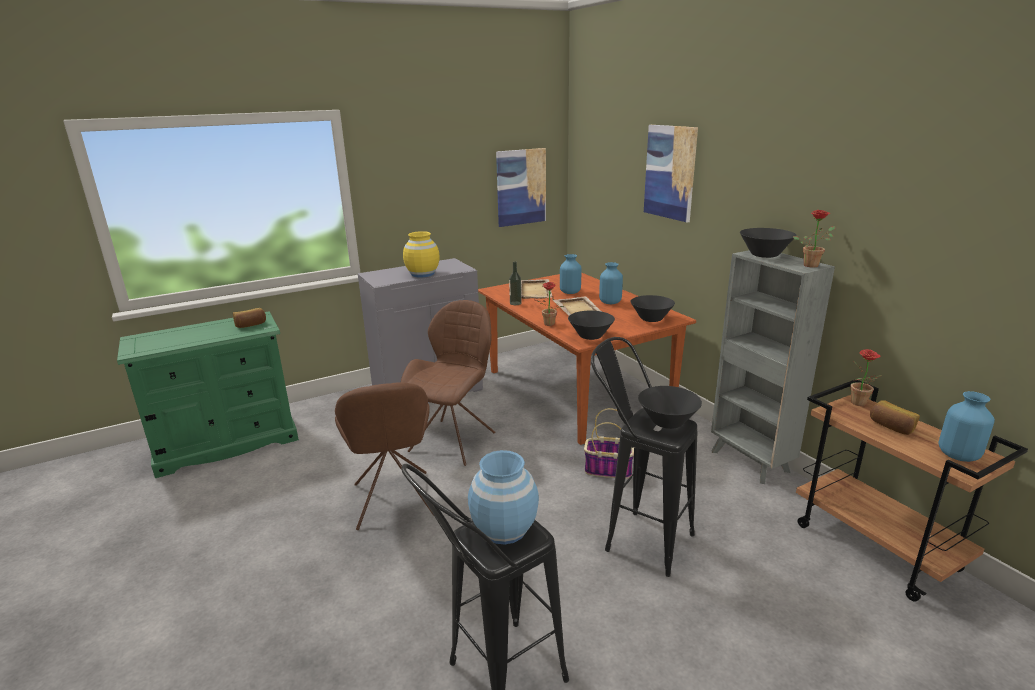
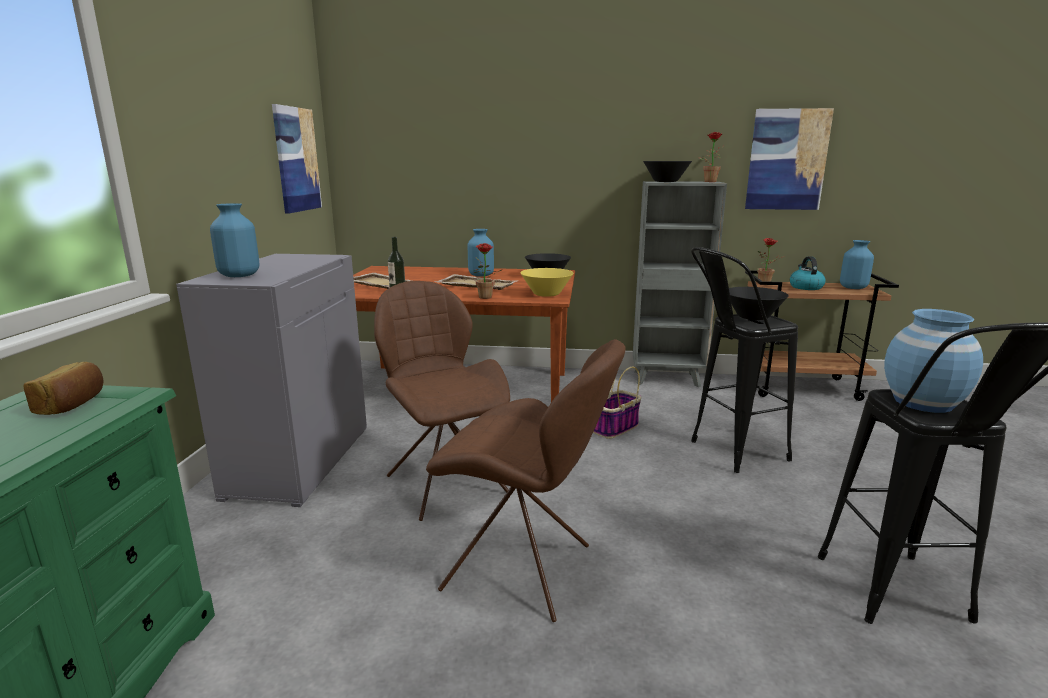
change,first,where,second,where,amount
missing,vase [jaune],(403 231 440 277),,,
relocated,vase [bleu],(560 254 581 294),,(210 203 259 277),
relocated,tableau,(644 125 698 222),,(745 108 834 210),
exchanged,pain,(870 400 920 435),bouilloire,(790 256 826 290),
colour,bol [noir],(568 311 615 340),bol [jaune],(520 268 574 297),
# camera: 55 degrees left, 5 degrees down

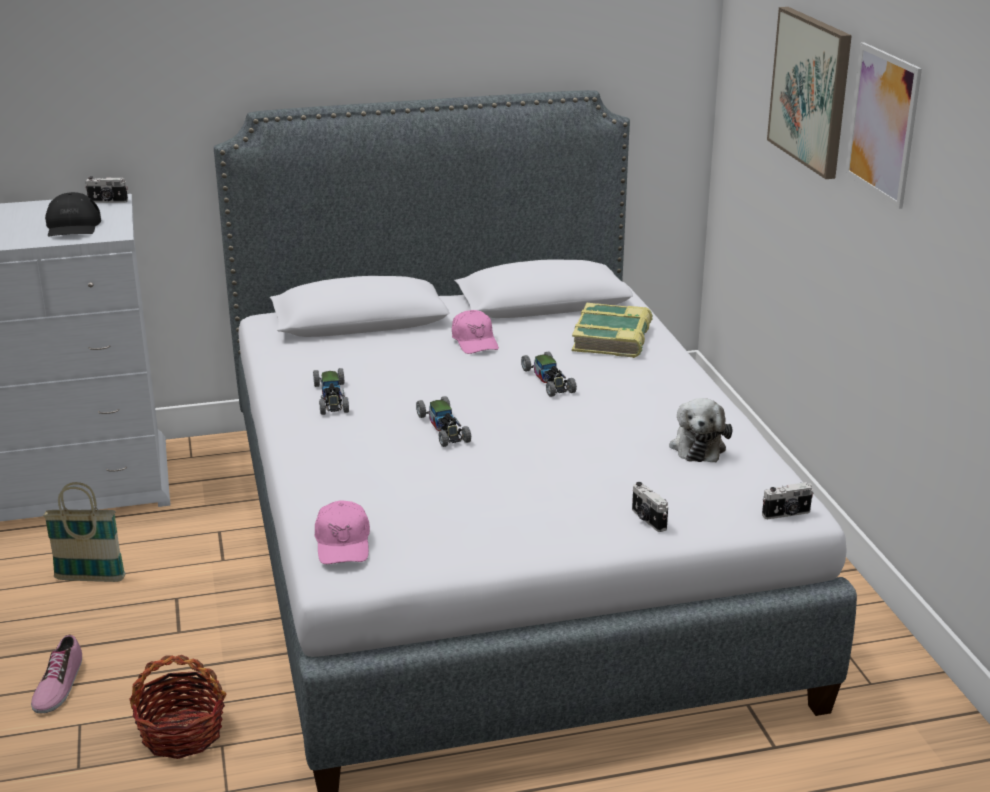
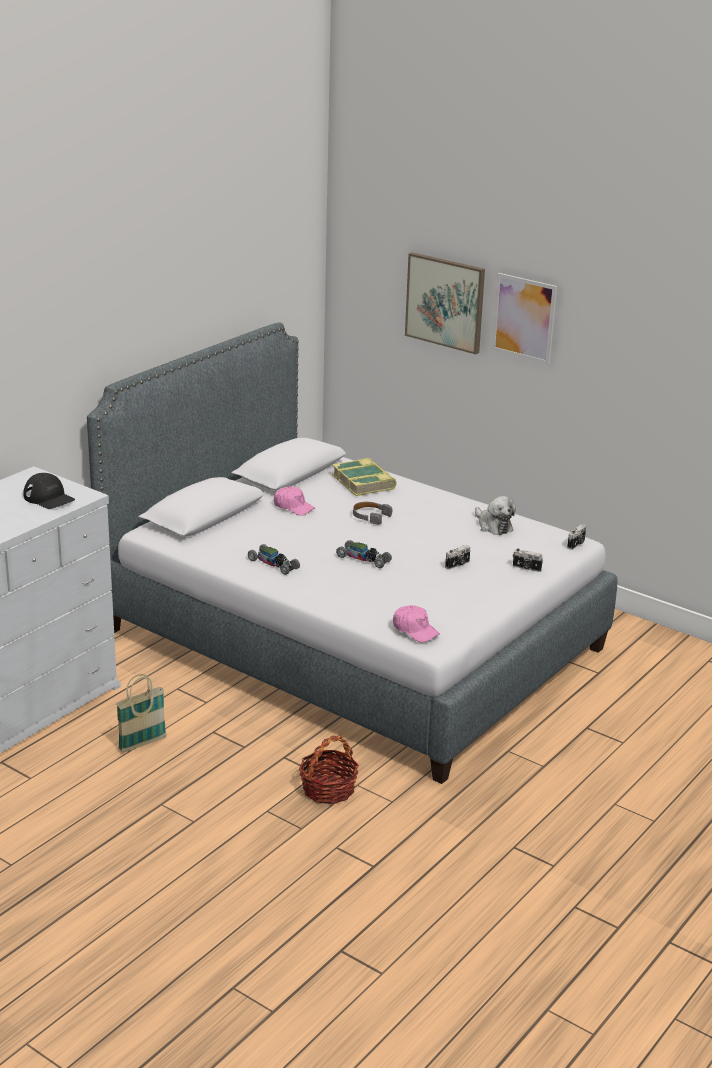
change,first,where,second,where,amount
missing,chaussure,(31 635 82 713),,,
relocated,appareil photo,(85 176 128 203),,(445 545 470 569),
exchanged,petite voiture,(521 352 577 397),casque audio [gris],(353 502 392 525),
# camera: 40 degrees left, 0 degrees up

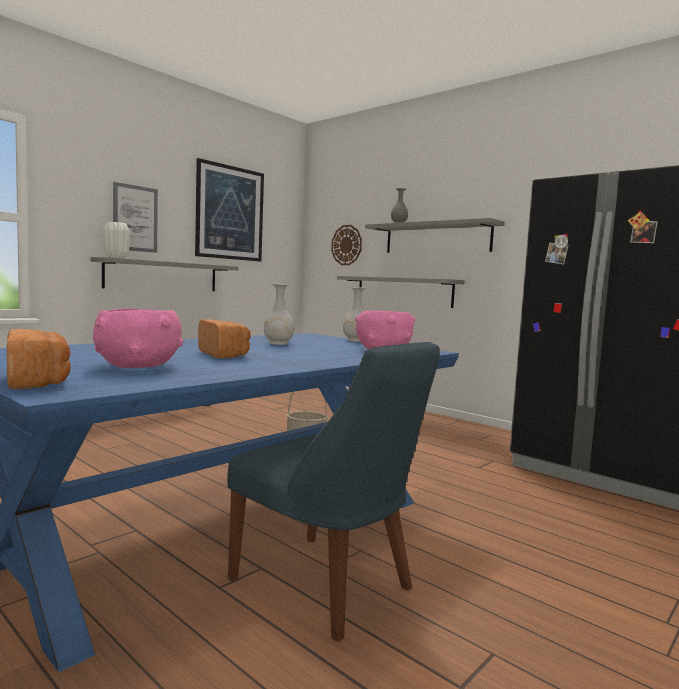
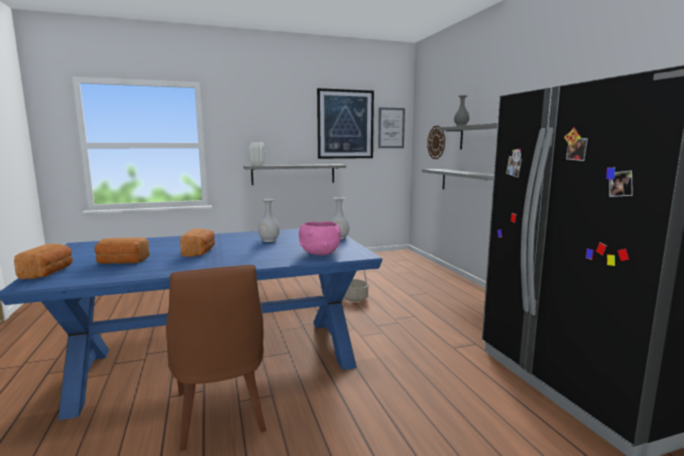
change,first,where,second,where,amount
relocated,tableau,(113 182 158 253),,(378 107 405 148),
exchanged,bol [rose],(93 308 183 368),pain,(94 237 150 264),
colour,chaise [bleu],(227 342 440 642),chaise [marron],(166 265 266 451),
# camera: 30 degrees right, 5 degrees up

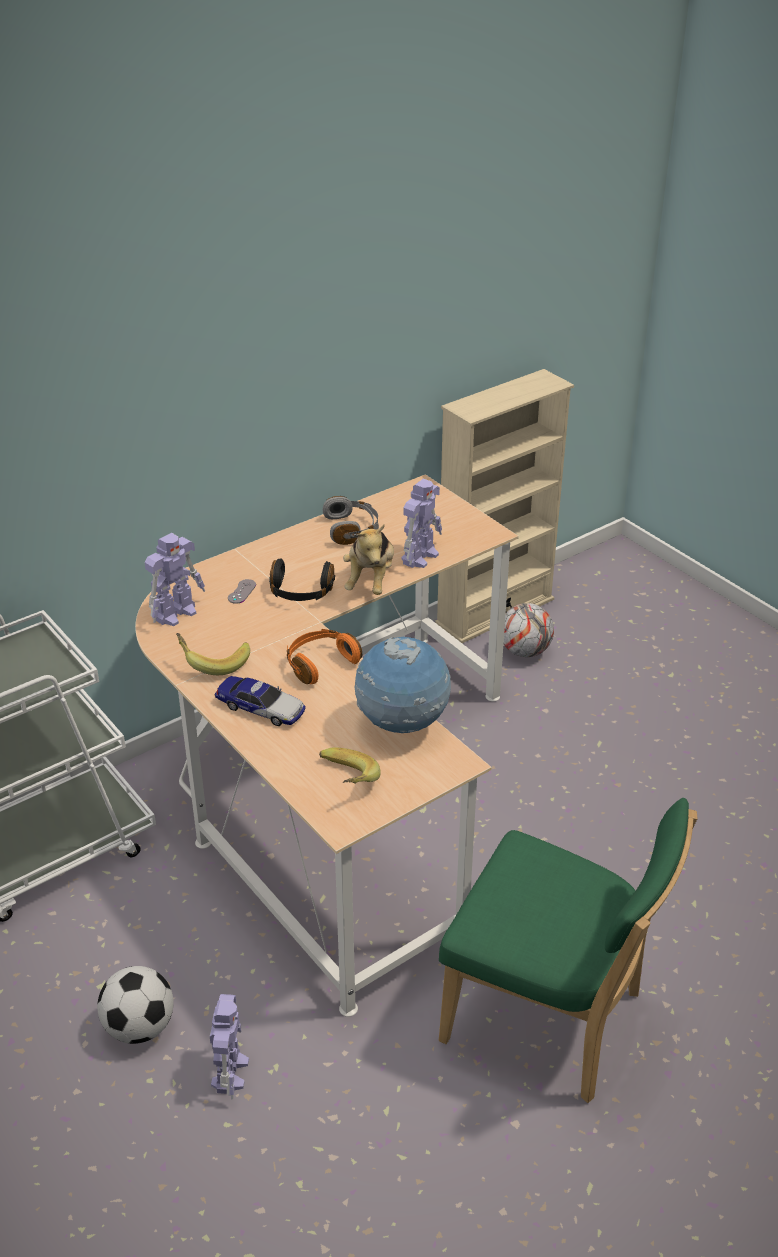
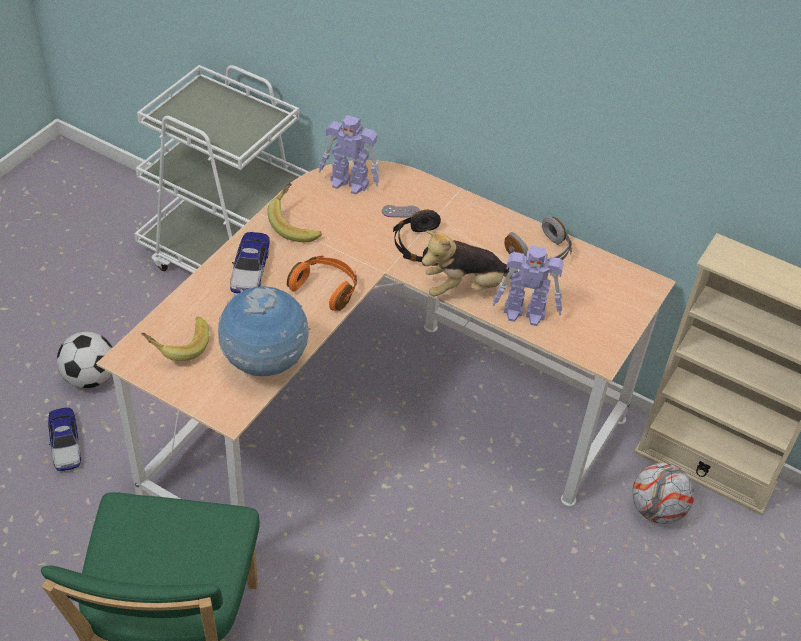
change,first,where,second,where,amount
exchanged,robot jouet,(210 994 249 1099),petite voiture,(48 408 81 471),
# camera: 65 degrees right, 10 degrees up

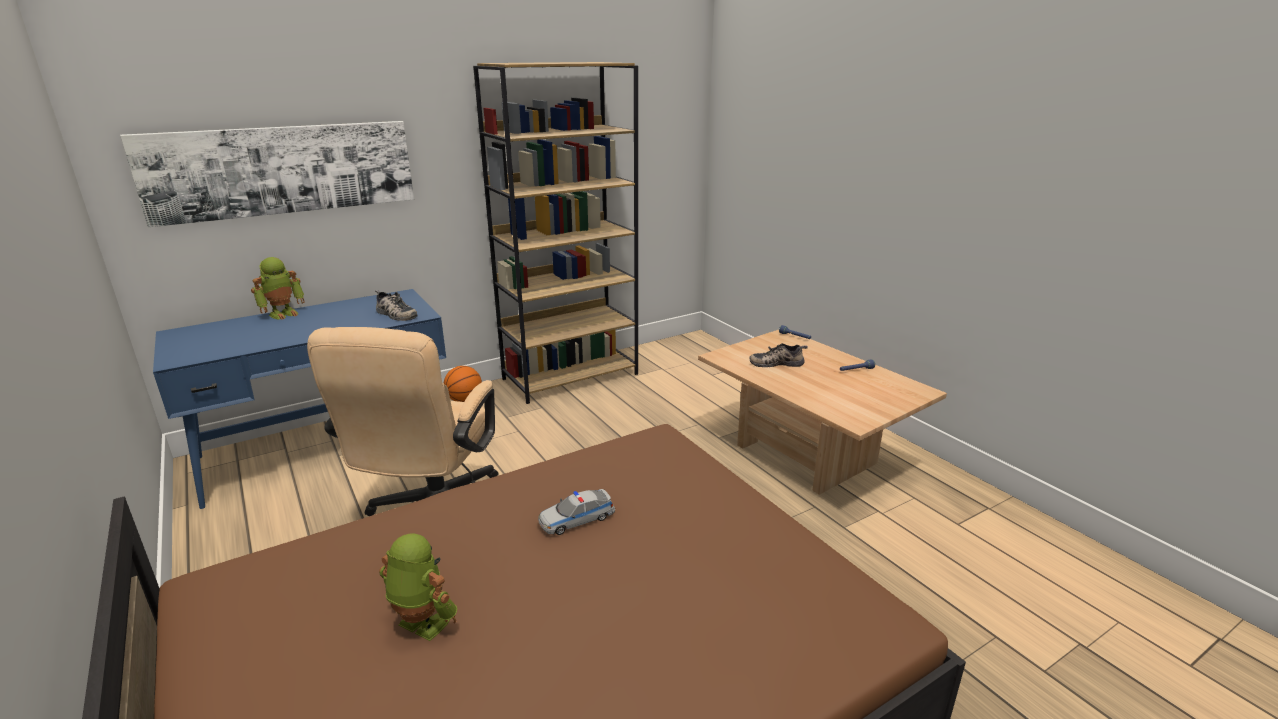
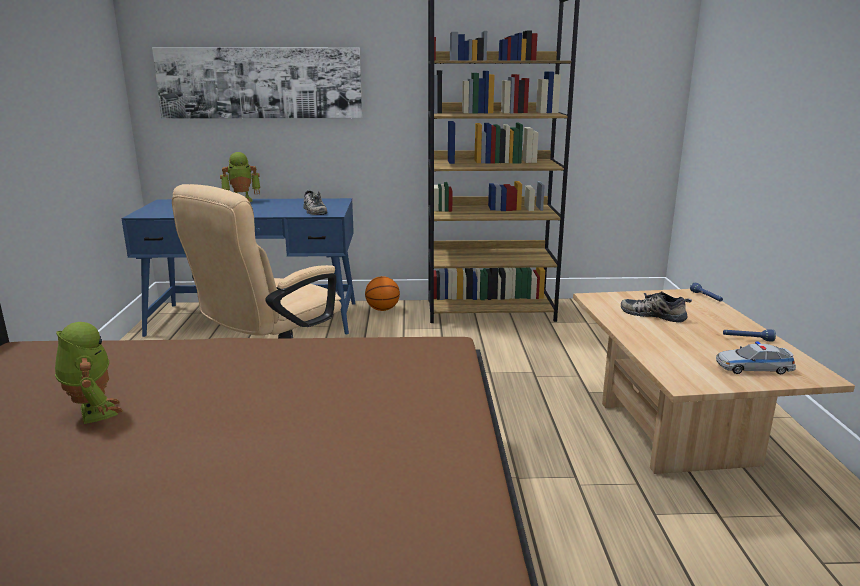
change,first,where,second,where,amount
relocated,petite voiture,(538 489 615 535),,(716 341 796 374),
# camera: 30 degrees right, 5 degrees down

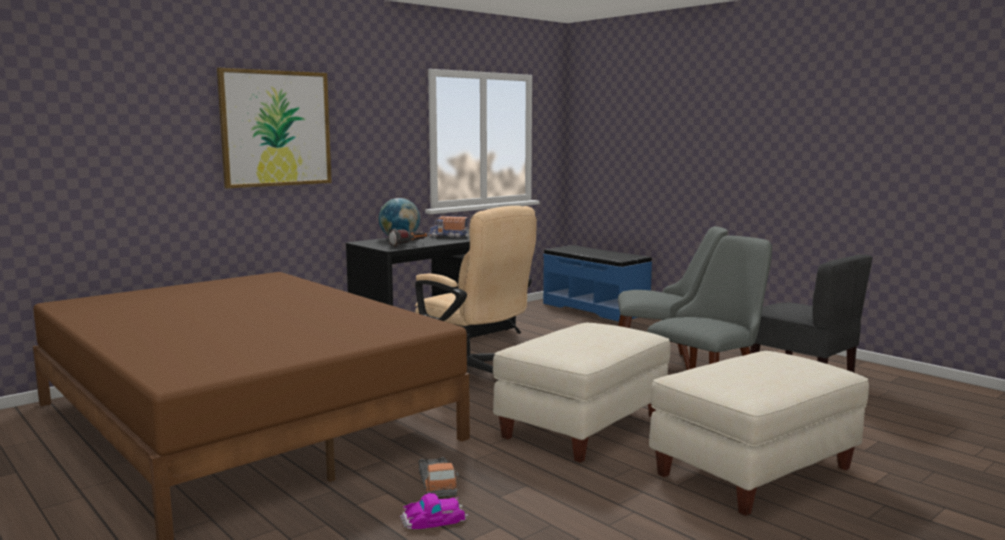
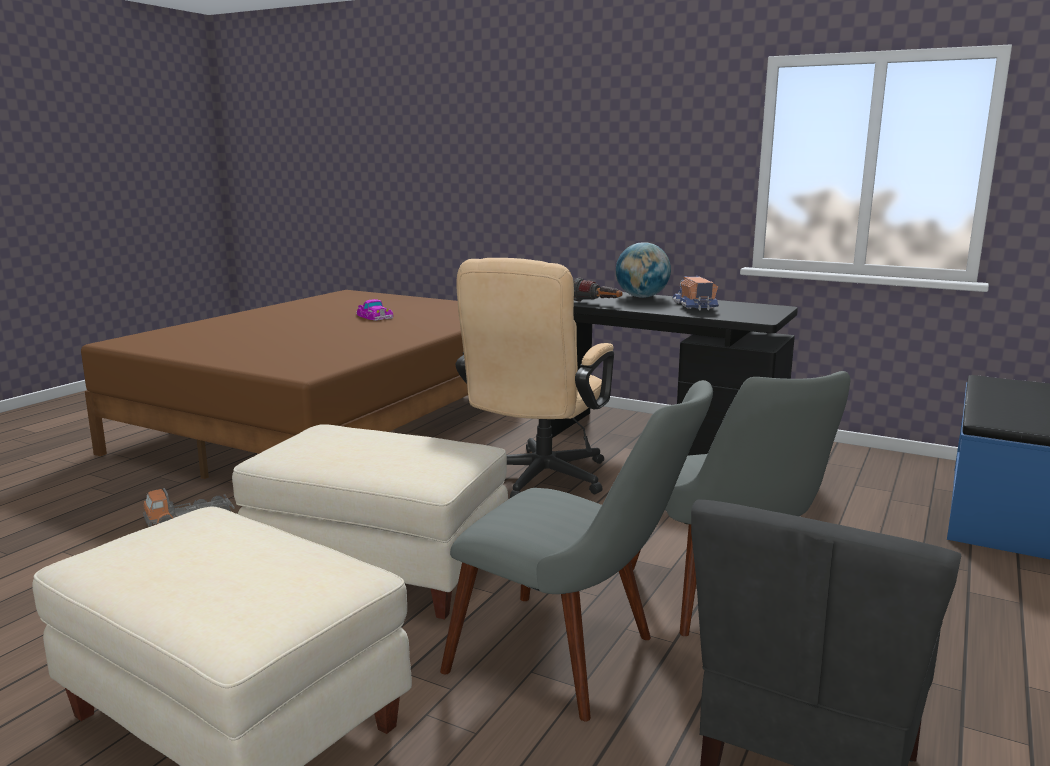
change,first,where,second,where,amount
missing,tableau,(217 68 332 188),,,
relocated,petite voiture,(400 493 468 529),,(356 299 393 321),
# camera: 70 degrees right, 5 degrees up

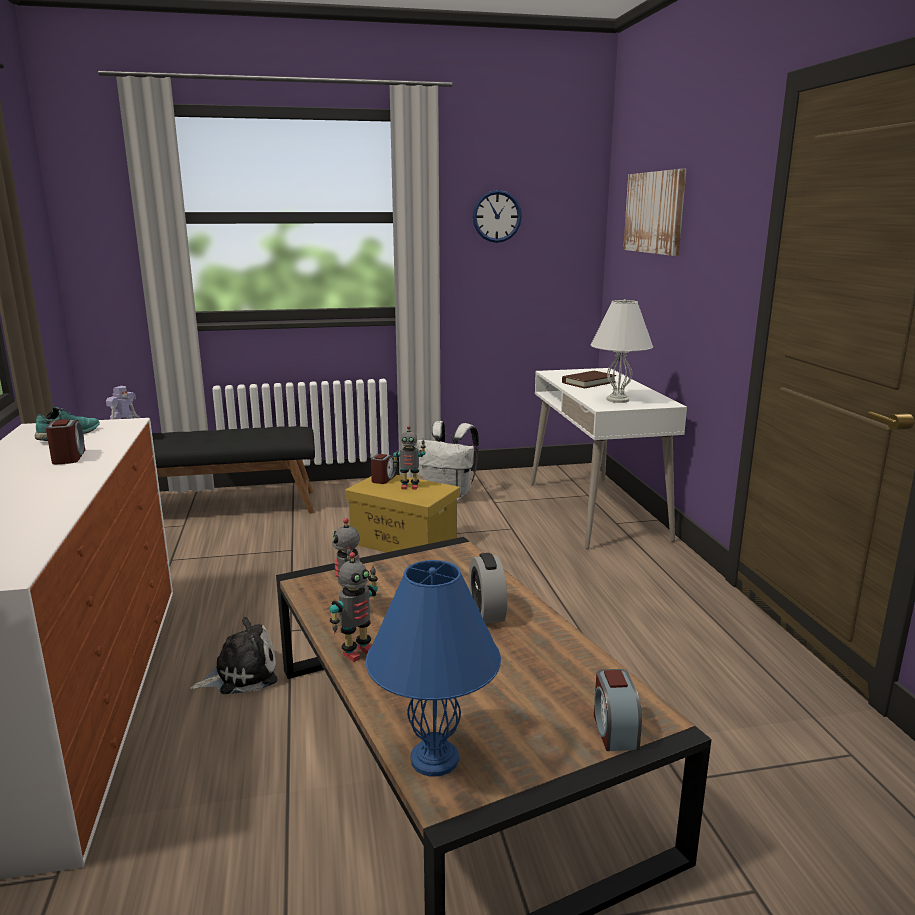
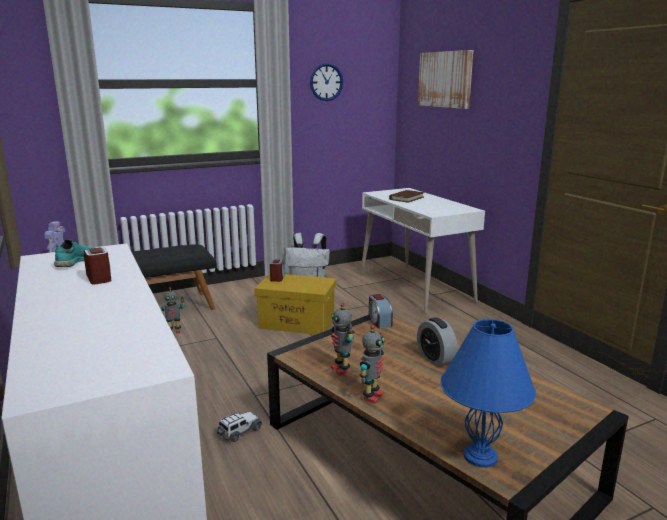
change,first,where,second,where,amount
missing,lampe de table [blanc],(590 299 653 403),,,
relocated,robot jouet,(393 426 426 489),,(160 287 185 333),
relocated,réveil,(594 669 642 751),,(369 294 393 328),
exchanged,peluche,(190 617 278 694),petite voiture,(217 411 262 442),
# camera: 15 degrees left, 0 degrees up

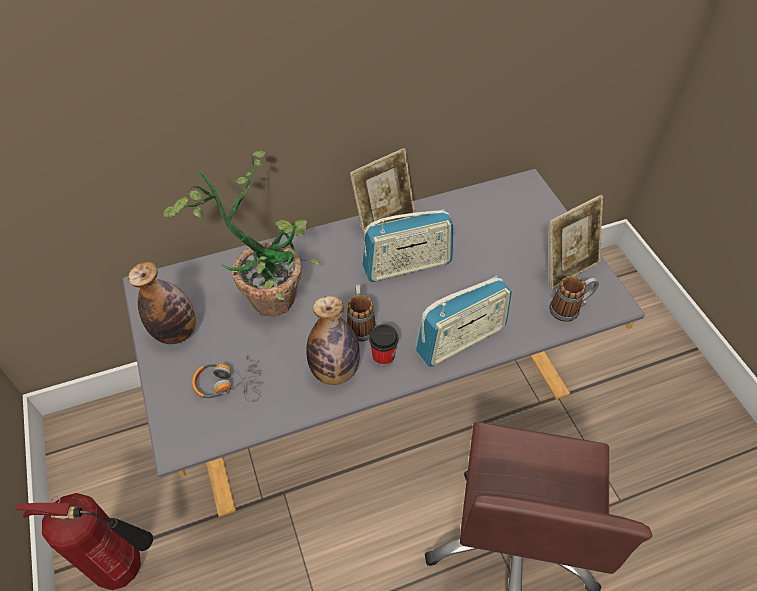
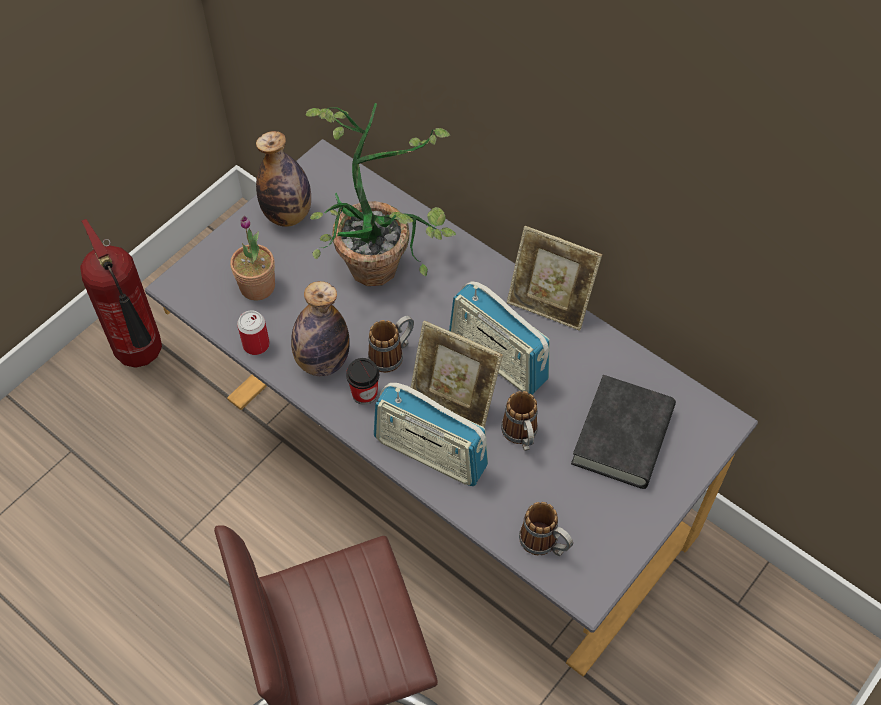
change,first,where,second,where,amount
appeared,,,boîte métallique,(237 310 270 355),
appeared,,,mug,(501 391 538 451),
appeared,,,livre [noir],(571 375 676 489),
relocated,cadre photo,(549 195 603 290),,(411 321 503 427),
exchanged,casque audio,(192 353 262 402),plante en pot,(230 216 275 301),
# camera: 60 degrees right, 5 degrees up

